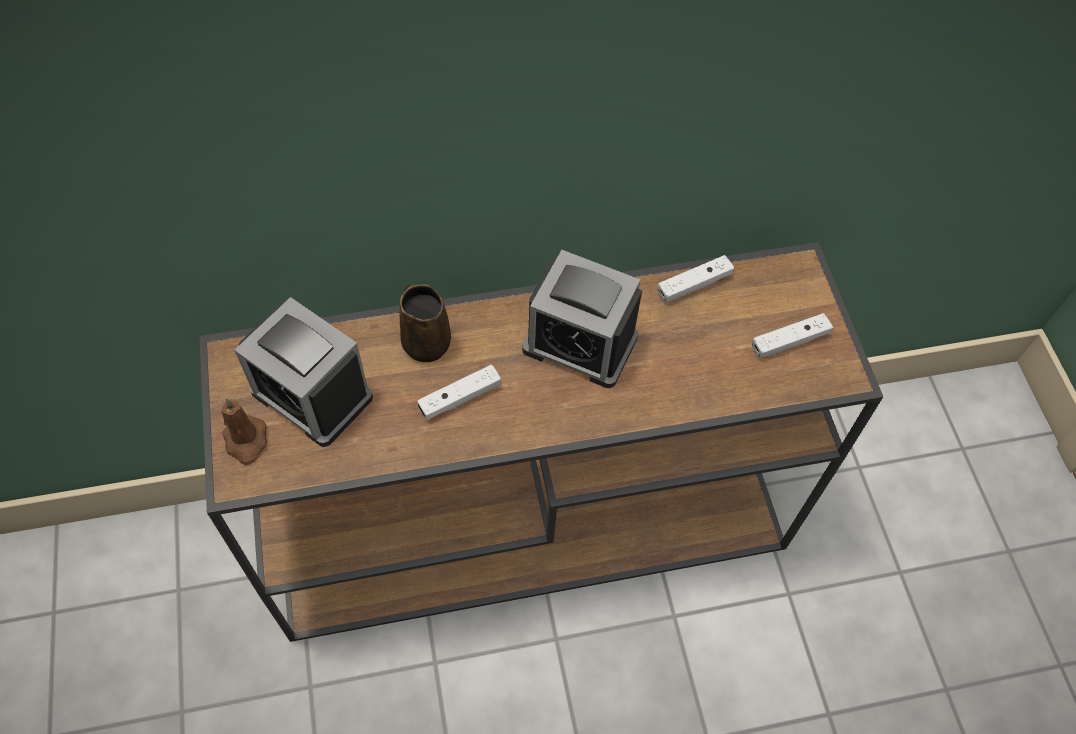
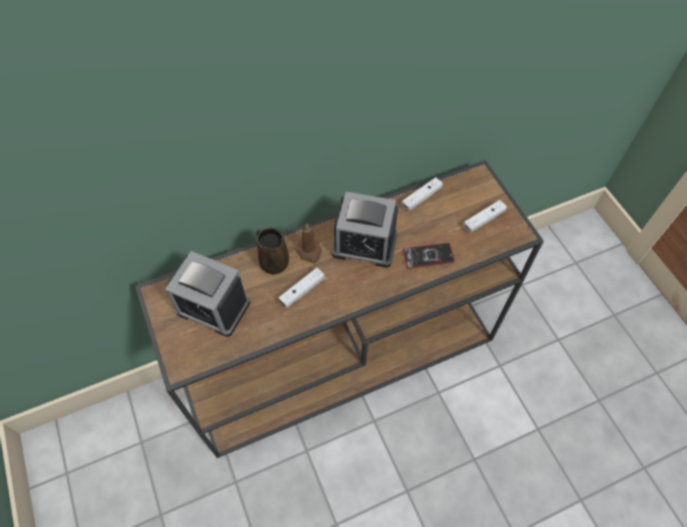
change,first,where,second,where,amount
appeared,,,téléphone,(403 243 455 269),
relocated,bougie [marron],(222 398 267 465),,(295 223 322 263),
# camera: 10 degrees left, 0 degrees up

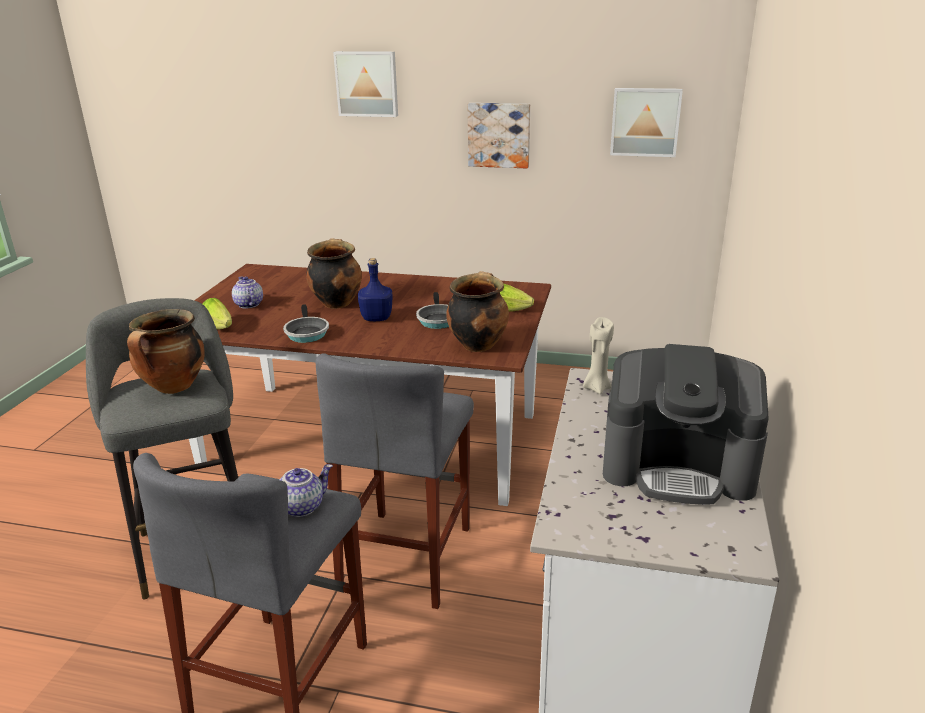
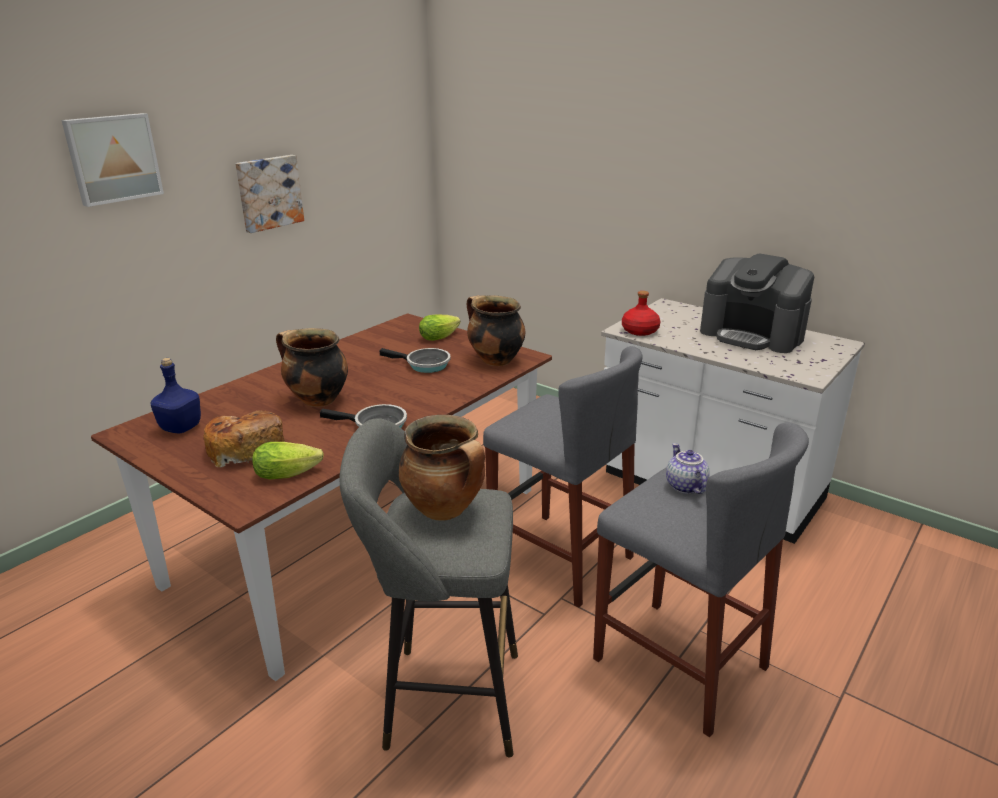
change,first,where,second,where,amount
missing,tableau,(610 88 683 157),,,
relocated,bouteille [bleu],(358 258 392 321),,(150 358 201 433),
exchanged,théière,(232 276 263 309),pain,(203 410 285 468),
exchanged,bougie [beige],(583 317 614 394),bouteille [rouge],(622 291 660 336),
spun,machine à café,(603 344 769 505),,(700 253 814 353),90 degrees clockwise
# camera: 65 degrees left, 0 degrees up

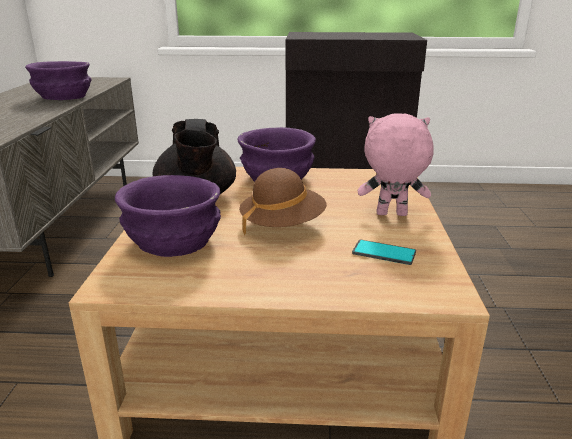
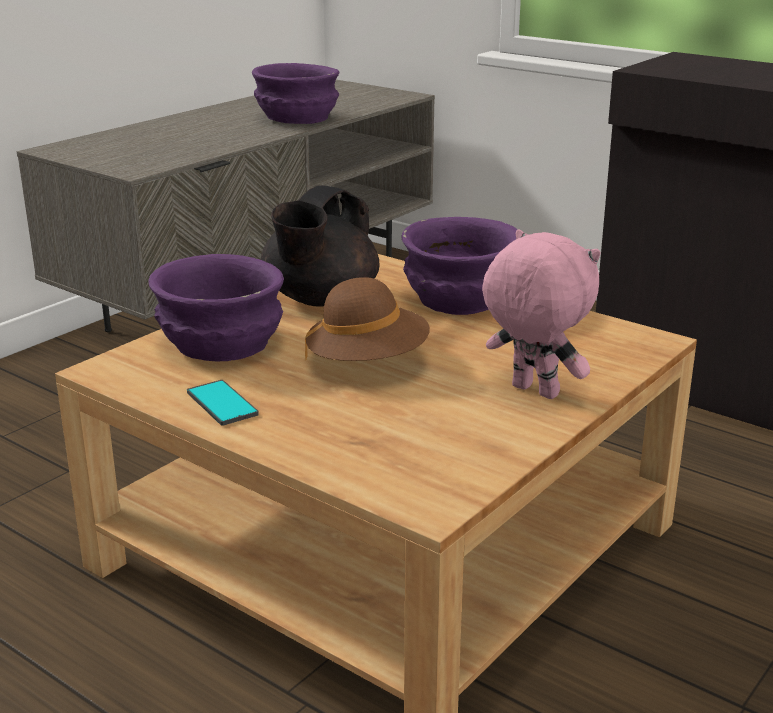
change,first,where,second,where,amount
relocated,téléphone,(352 239 416 265),,(187 380 259 426),
# camera: 35 degrees right, 0 degrees up

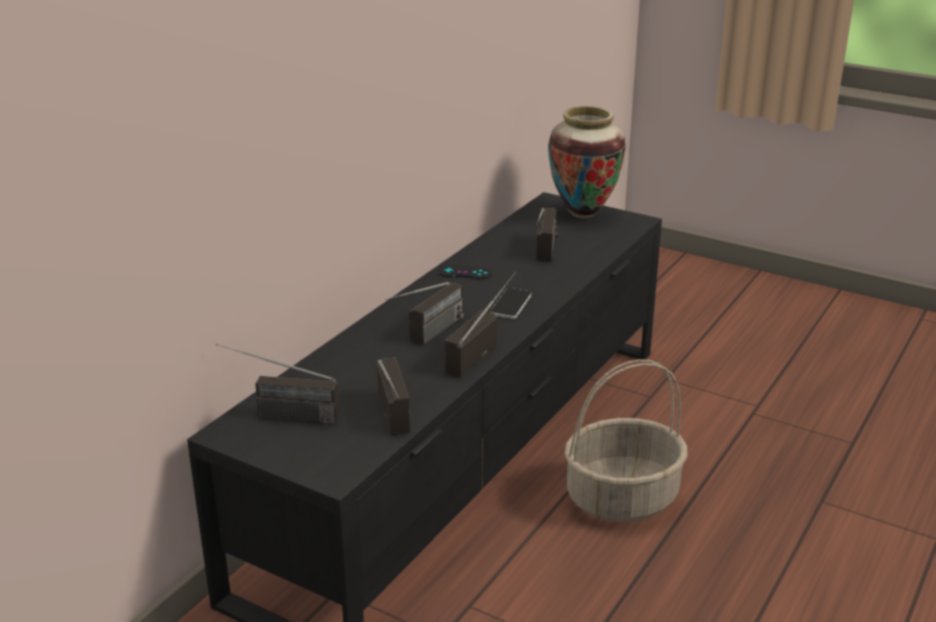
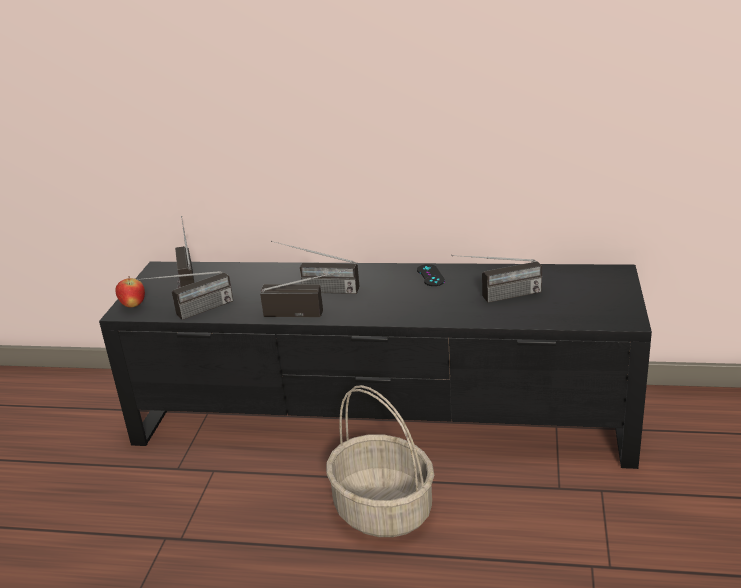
change,first,where,second,where,amount
missing,téléphone,(490 288 532 319),,,
missing,vase,(548 106 626 219),,,
appeared,,,pomme,(115 276 145 308),
# camera: 70 degrees right, 0 degrees up

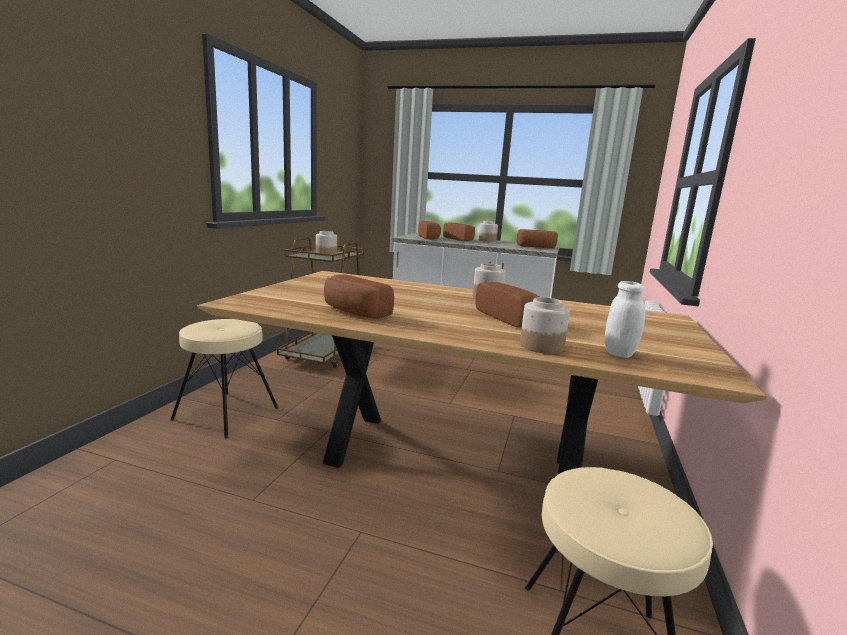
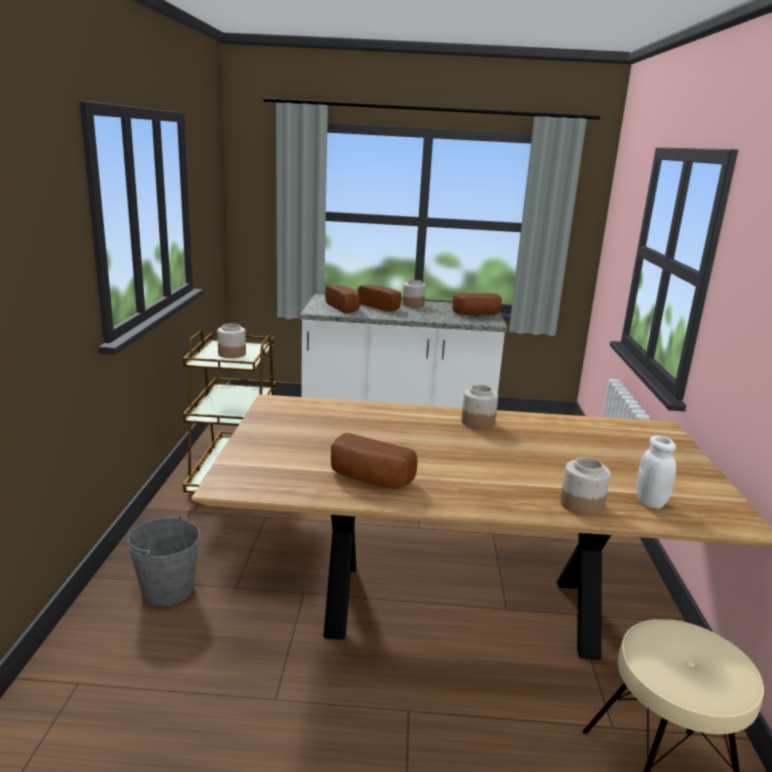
change,first,where,second,where,amount
missing,pain,(476 282 539 328),,,
exchanged,tabouret [beige],(170 319 278 438),seau [gris],(127 515 200 606),
# camera: 15 degrees left, 5 degrees up

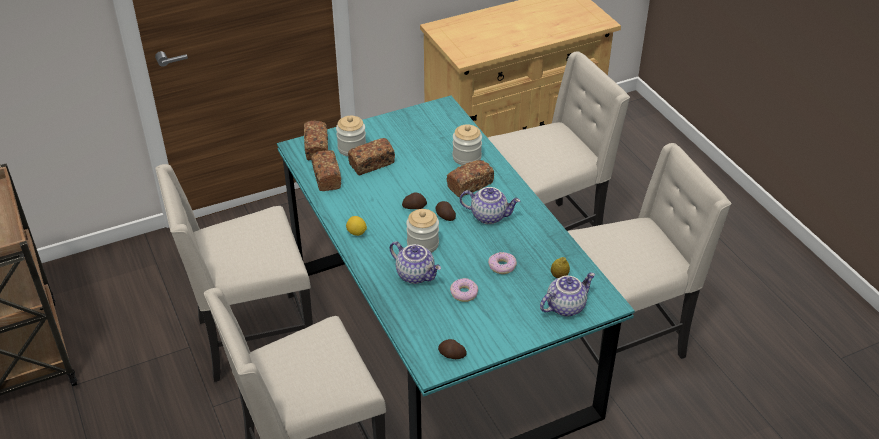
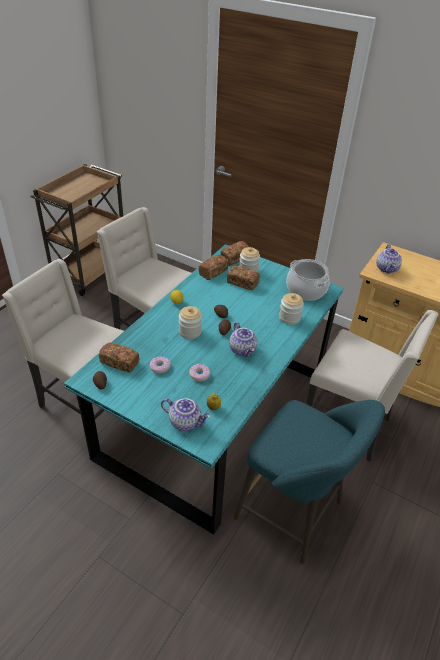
change,first,where,second,where,amount
appeared,,,marmite,(286 259 330 301),
relocated,théière,(390 241 441 284),,(376 244 402 274),
relocated,pain,(447 160 494 197),,(99 343 139 373),
exchanged,chaise [beige],(567 143 731 380),tabouret [turquoise],(234 400 385 564),
# camera: 55 degrees right, 0 degrees up

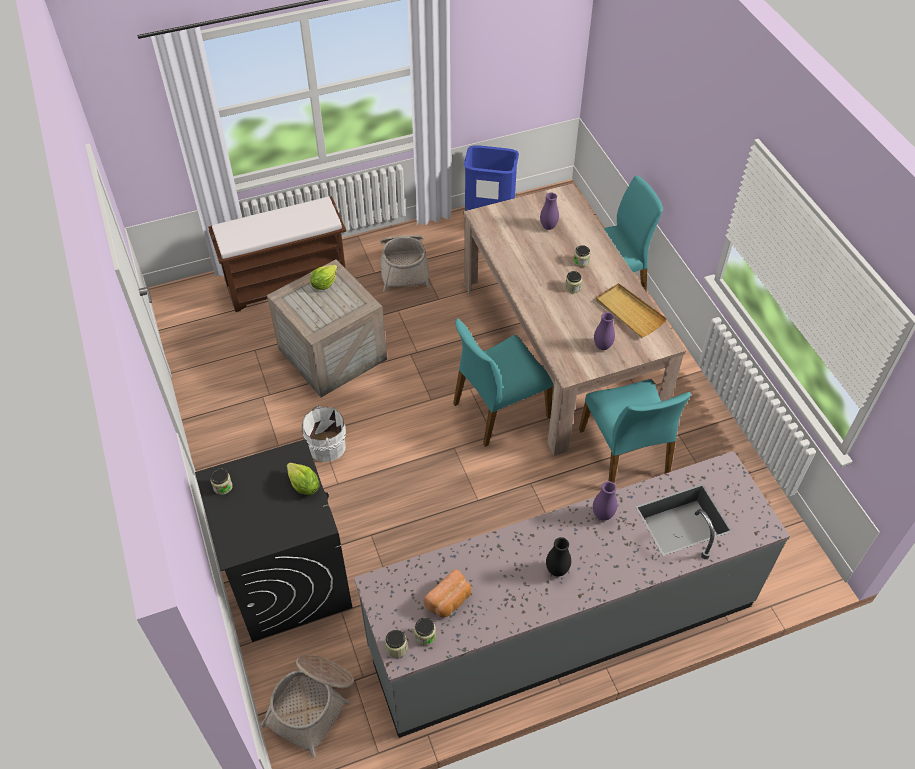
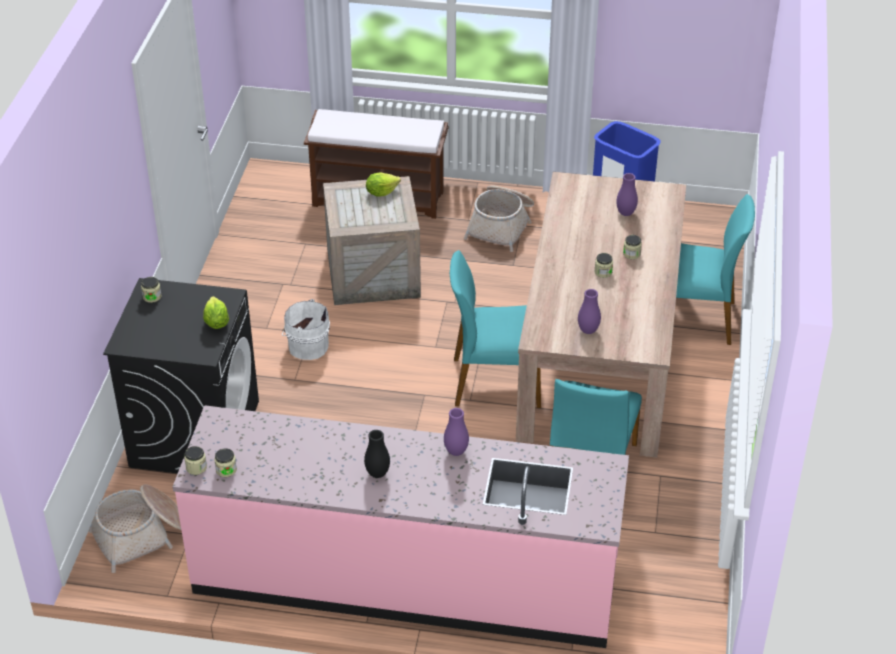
change,first,where,second,where,amount
missing,pain,(424 569 471 617),,,
missing,plateau [beige],(596 283 667 337),,,
colour,comptoir de cuisine [gris],(354 451 790 738),comptoir de cuisine [rose],(172 405 629 648),
# camera: 30 degrees right, 10 degrees down

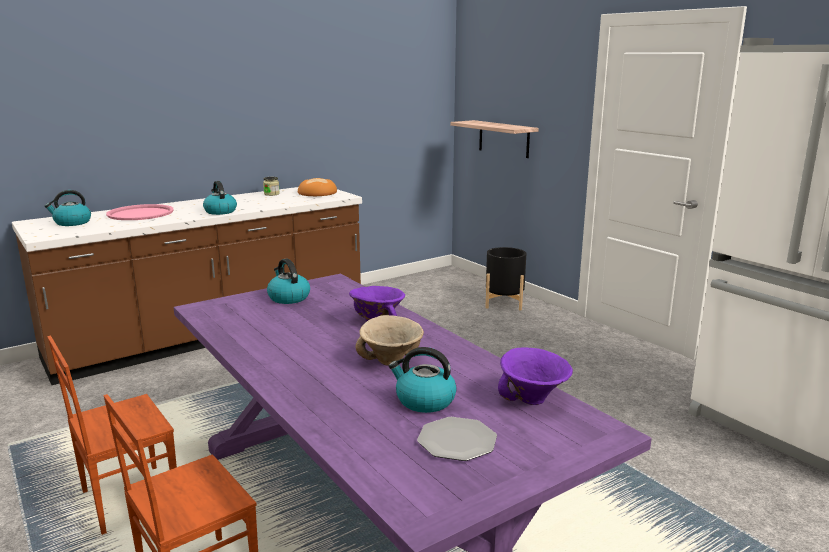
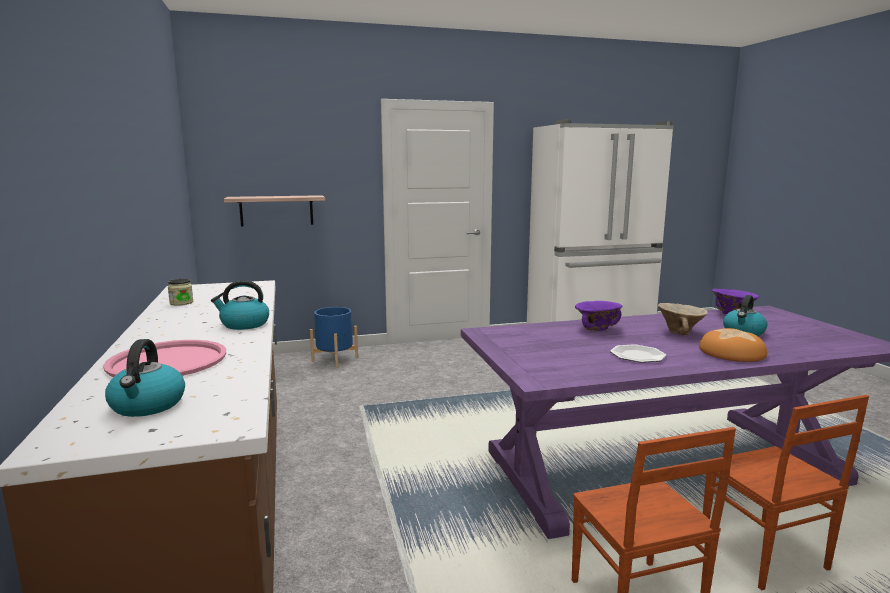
change,first,where,second,where,amount
missing,bouilloire,(267 259 310 304),,,
relocated,pain,(298 178 337 196),,(699 328 767 362),
relocated,assiette,(417 417 497 461),,(610 344 666 363),
colour,cache-pot [noir],(485 247 526 311),cache-pot [bleu],(310 307 358 367),
# camera: 70 degrees left, 5 degrees down

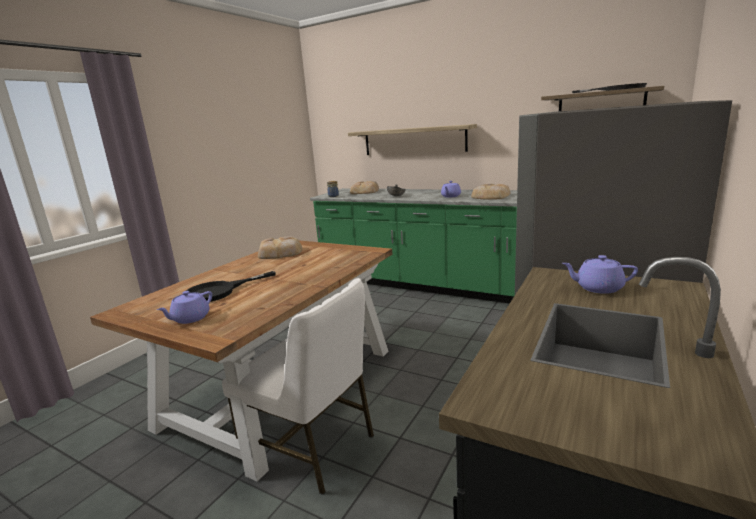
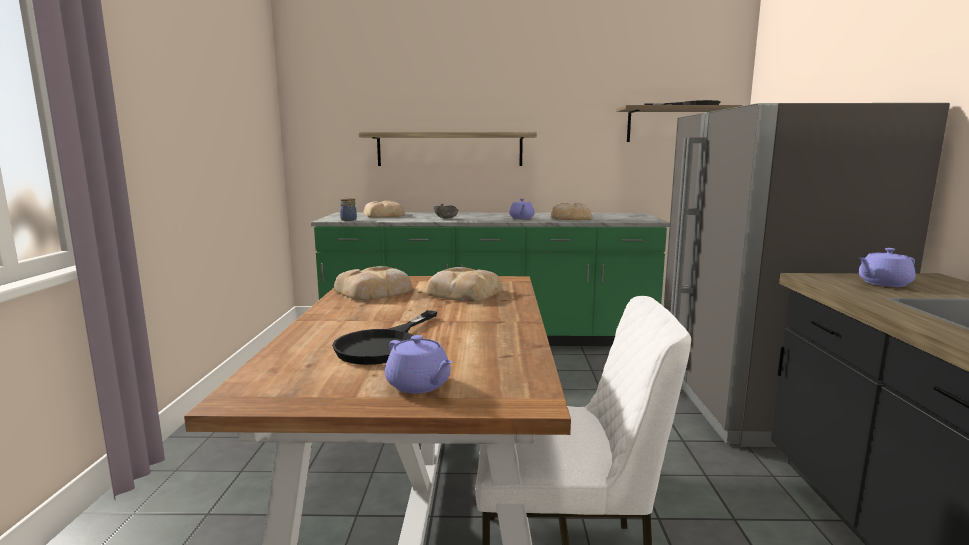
change,first,where,second,where,amount
appeared,,,pain,(425 267 503 302),
spun,théière [violet],(157 291 212 324),,(385 335 452 393),45 degrees counterclockwise
# camera: 30 degrees left, 5 degrees down

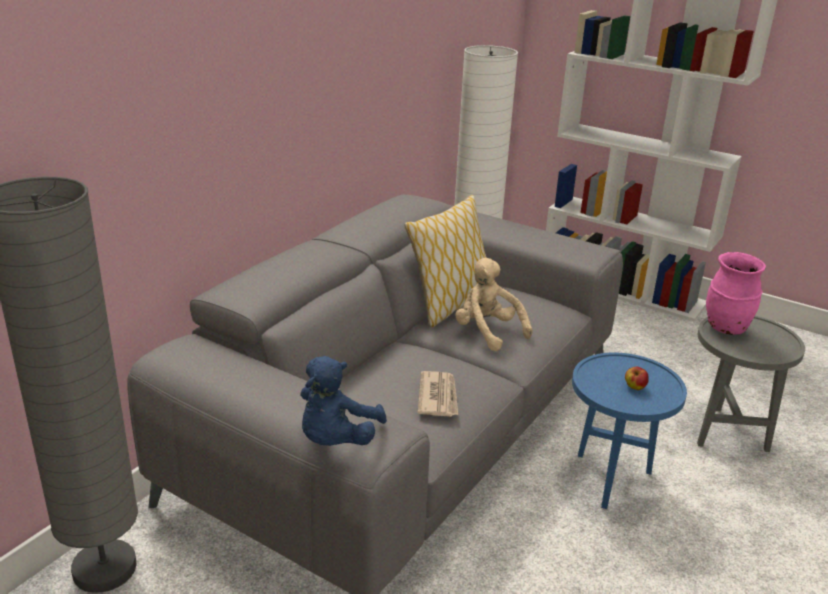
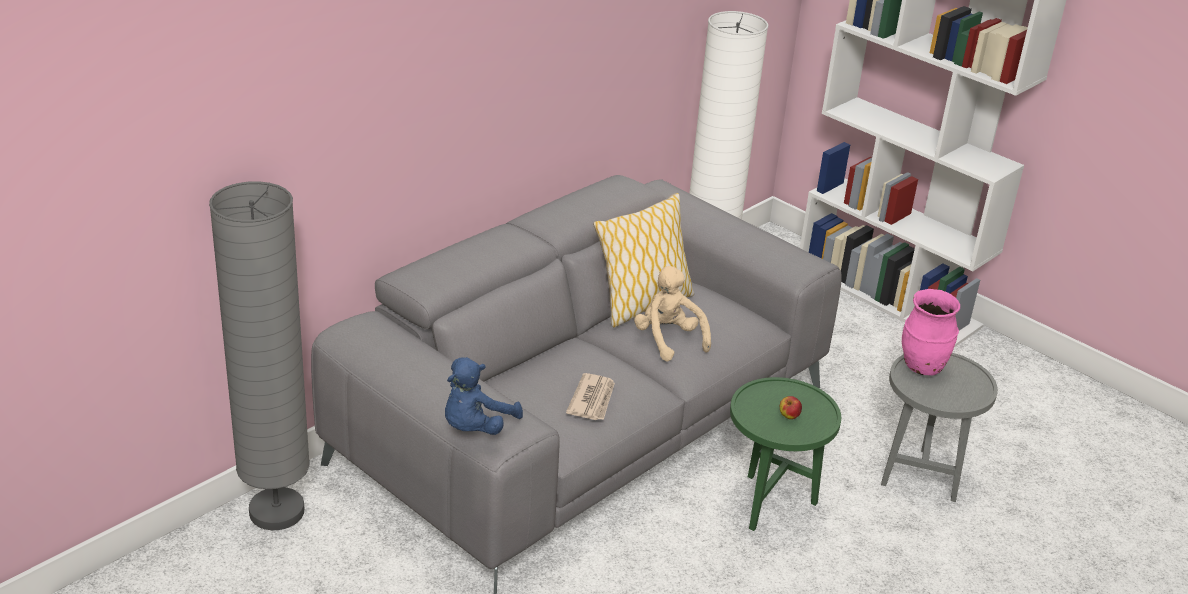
change,first,where,second,where,amount
colour,table d'appoint [bleu],(572 352 687 509),table d'appoint [vert],(730 377 841 531),
# camera: 10 degrees right, 5 degrees up

